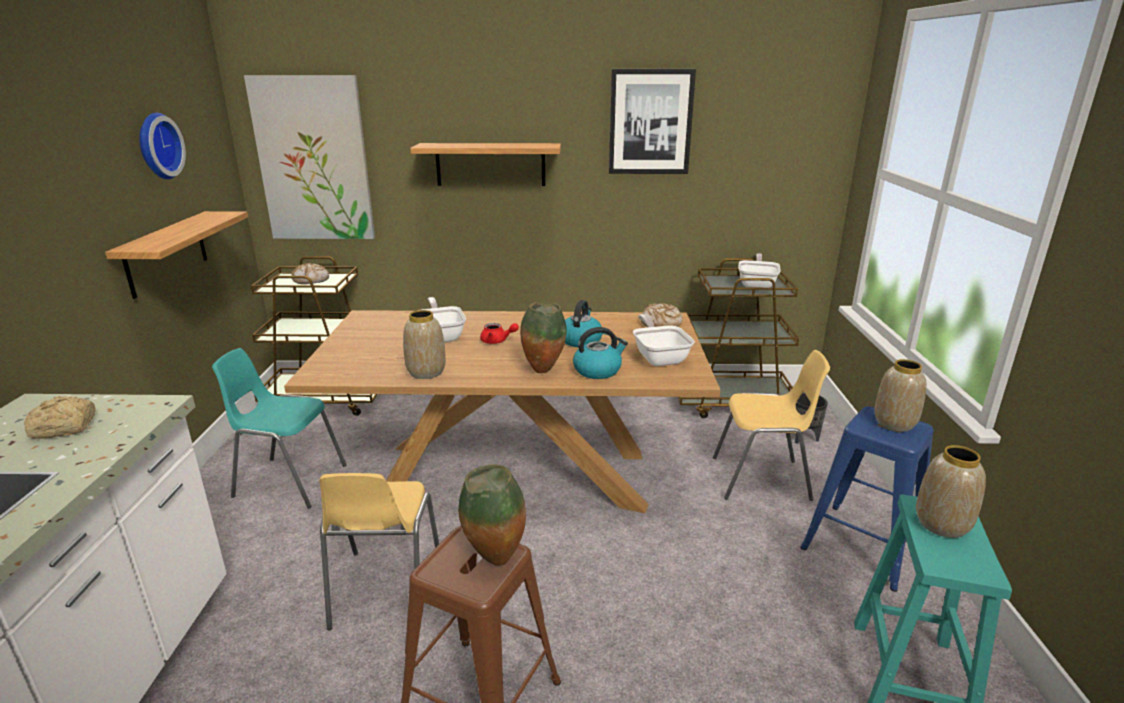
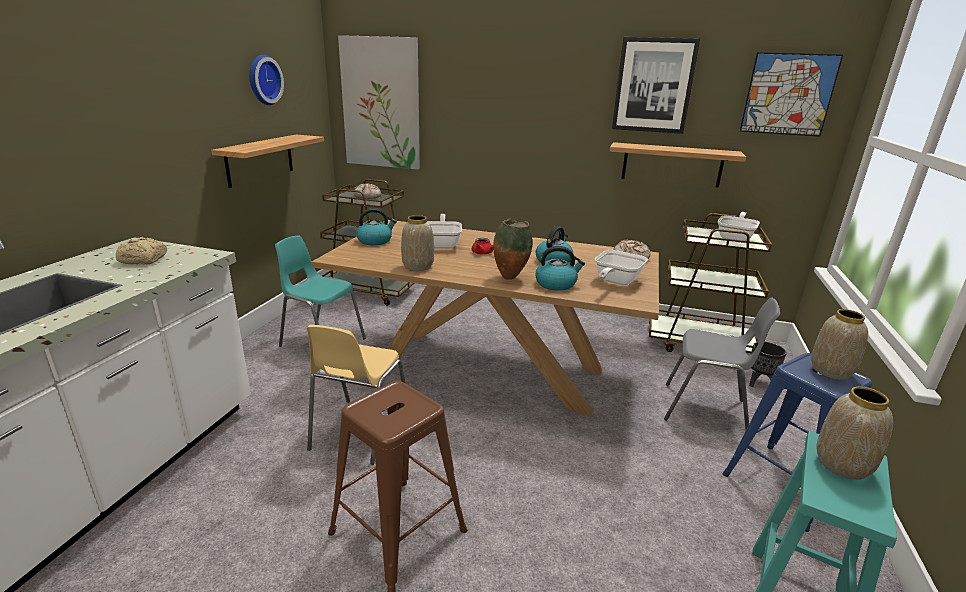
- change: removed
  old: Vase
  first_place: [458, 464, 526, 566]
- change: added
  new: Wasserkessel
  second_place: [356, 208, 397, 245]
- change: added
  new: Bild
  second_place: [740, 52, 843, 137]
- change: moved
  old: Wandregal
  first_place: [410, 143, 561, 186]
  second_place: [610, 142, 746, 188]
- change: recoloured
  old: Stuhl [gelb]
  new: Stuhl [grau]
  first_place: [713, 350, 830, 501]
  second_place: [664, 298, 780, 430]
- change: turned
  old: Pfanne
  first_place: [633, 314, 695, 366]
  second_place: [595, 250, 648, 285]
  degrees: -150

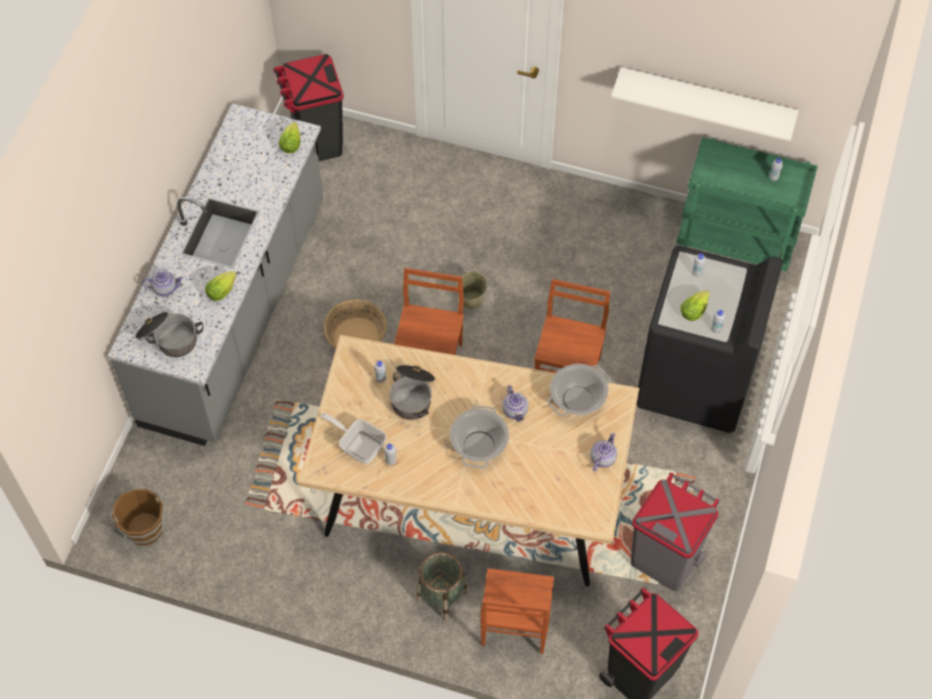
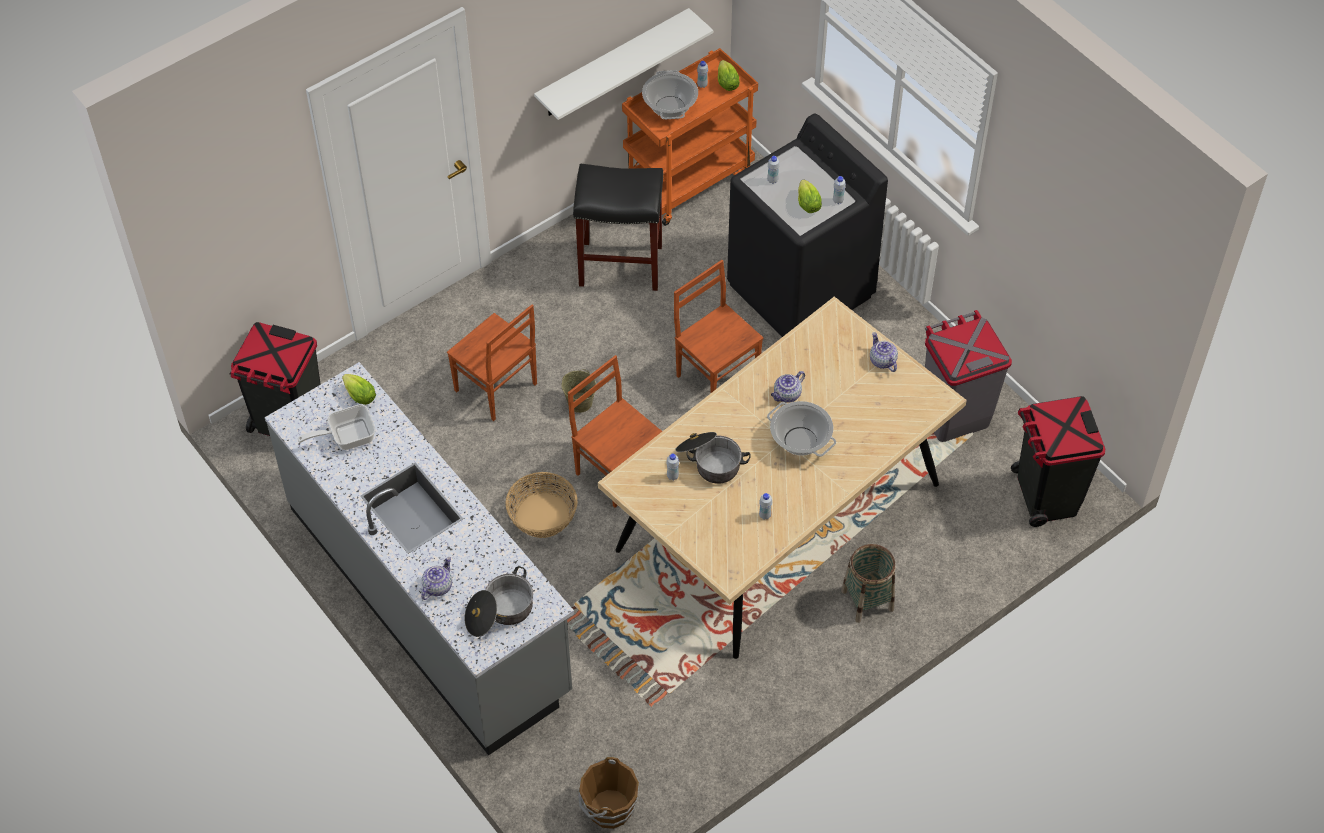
- change: added
  new: Hocker [schwarz]
  second_place: [573, 164, 663, 291]
- change: moved
  old: Salatkopf
  first_place: [205, 271, 237, 301]
  second_place: [718, 60, 740, 91]
- change: moved
  old: Pfanne
  first_place: [321, 413, 387, 464]
  second_place: [298, 404, 376, 450]
- change: moved
  old: Stuhl [braun]
  first_place: [480, 568, 554, 654]
  second_place: [447, 304, 537, 421]
- change: moved
  old: Kochtopf
  first_place: [547, 364, 611, 417]
  second_place: [642, 70, 698, 119]
- change: recoloured
  old: Rollwagen [grün]
  new: Rollwagen [orange]
  first_place: [676, 137, 818, 272]
  second_place: [622, 48, 758, 226]
- change: turned
  old: Teekanne
  first_place: [502, 385, 529, 422]
  second_place: [771, 371, 805, 403]
  degrees: 120

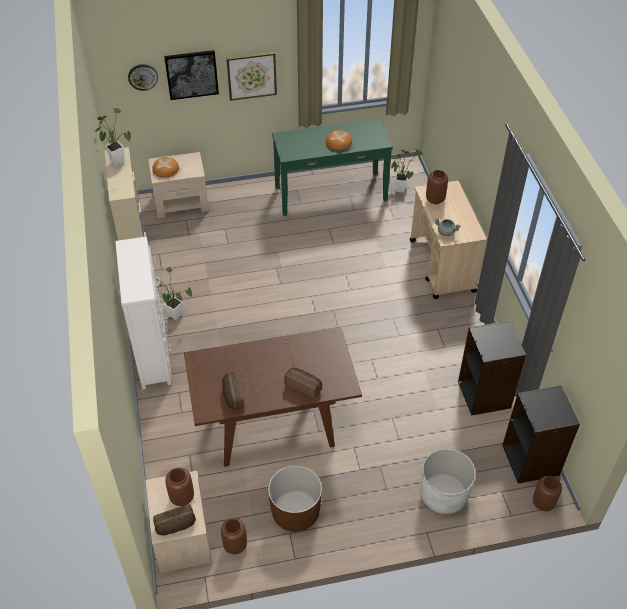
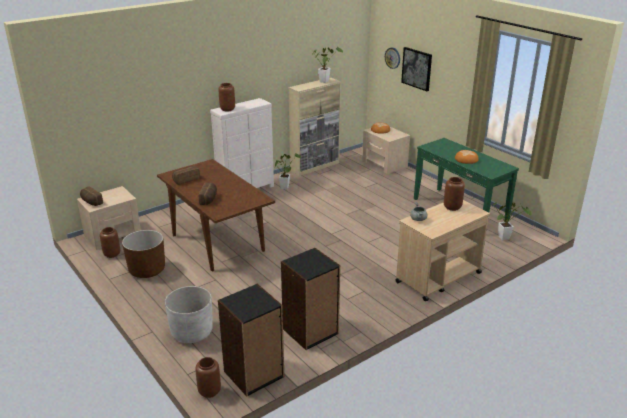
- change: removed
  old: Bild
  first_place: [226, 52, 277, 101]
- change: moved
  old: Vase [braun]
  first_place: [165, 468, 194, 506]
  second_place: [219, 83, 235, 112]

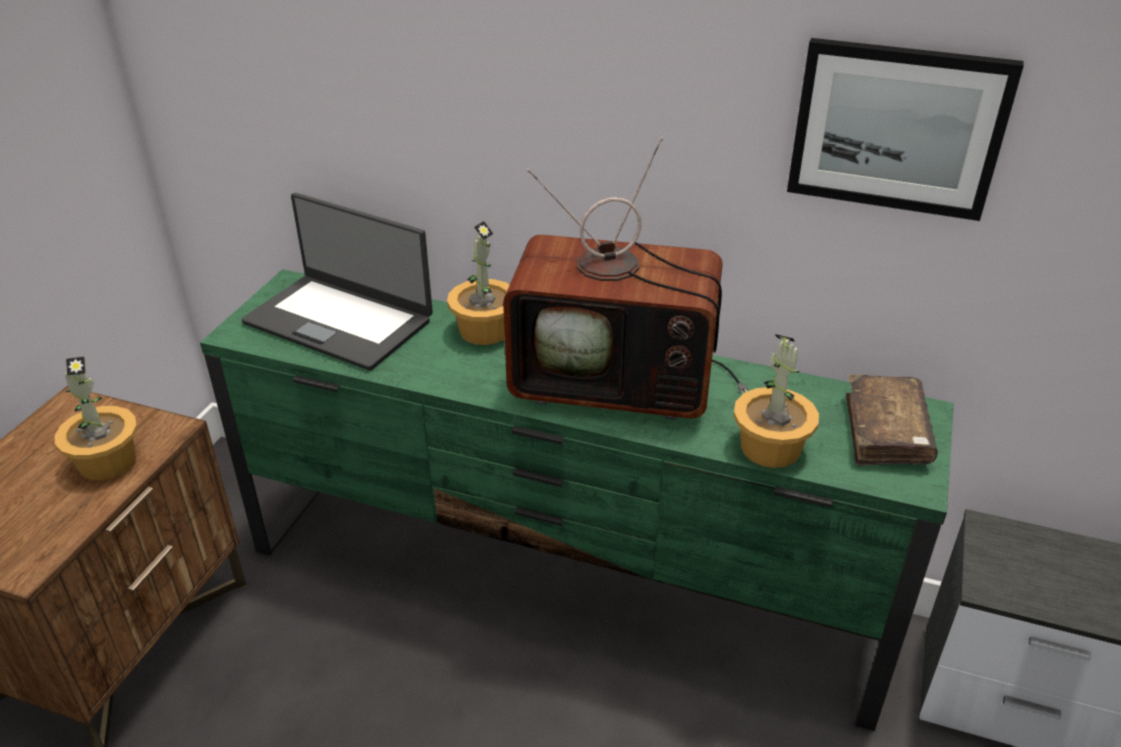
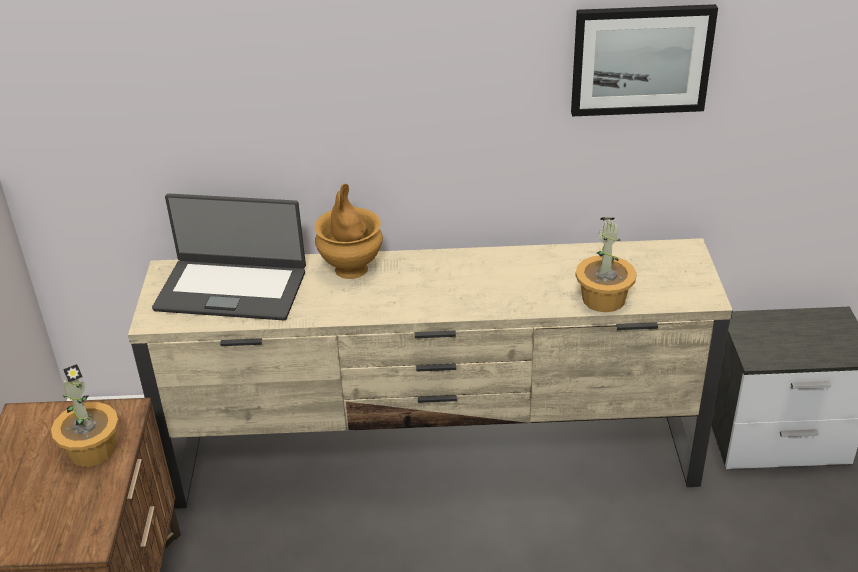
- change: removed
  old: Fernseher
  first_place: [503, 137, 748, 420]
- change: removed
  old: Buch [braun]
  first_place: [846, 374, 938, 466]
- change: replaced
  old: Topfpflanze
  new: Vase [braun]
  first_place: [447, 221, 510, 345]
  second_place: [314, 184, 383, 279]
- change: recoloured
  old: Fernsehschrank [grün]
  new: Fernsehschrank [beige]
  first_place: [200, 269, 954, 731]
  second_place: [128, 238, 733, 509]

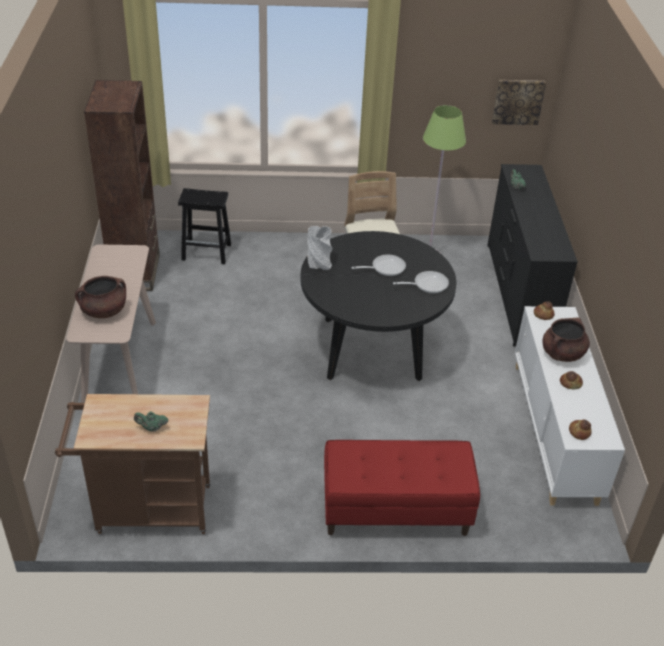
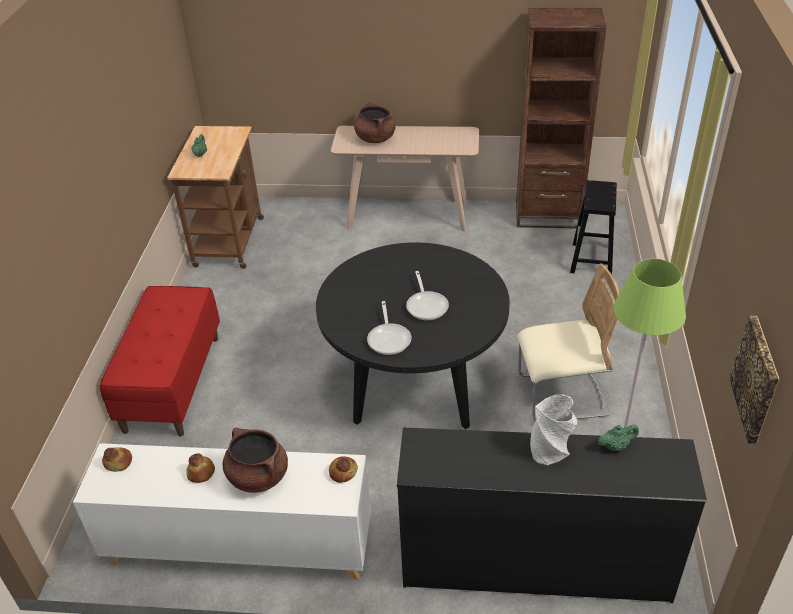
- change: moved
  old: Vase [grau]
  first_place: [307, 226, 333, 270]
  second_place: [530, 395, 578, 465]

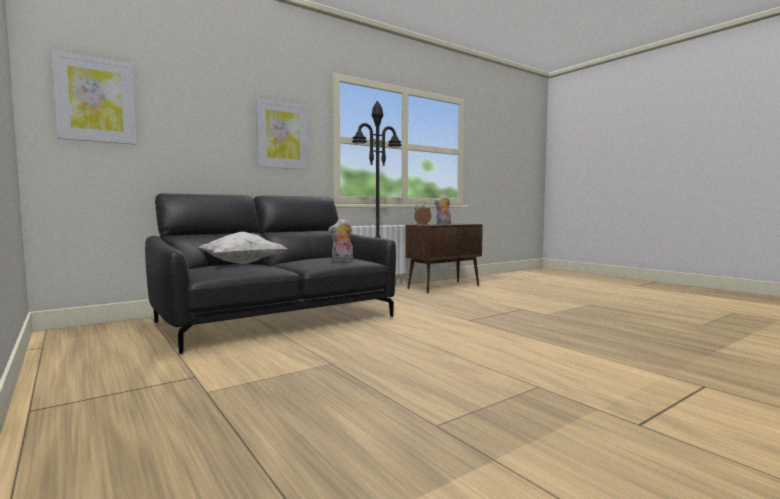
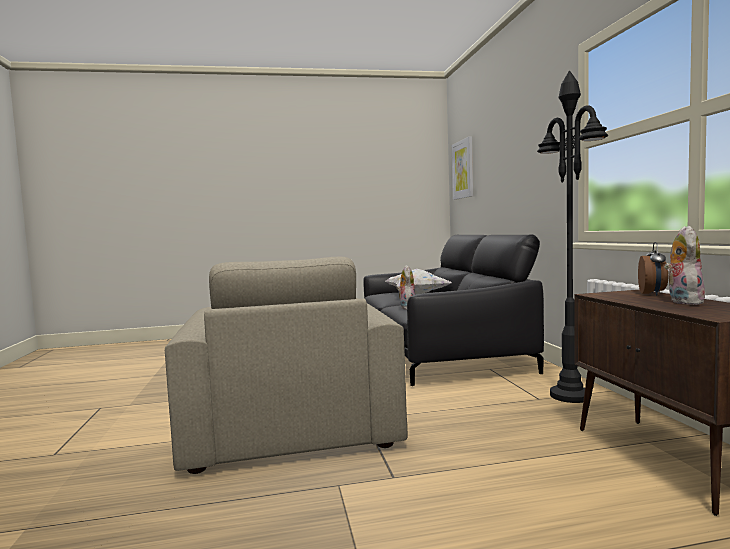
- change: removed
  old: Bild
  first_place: [256, 98, 308, 170]
- change: added
  new: Sessel [beige]
  second_place: [165, 257, 407, 474]

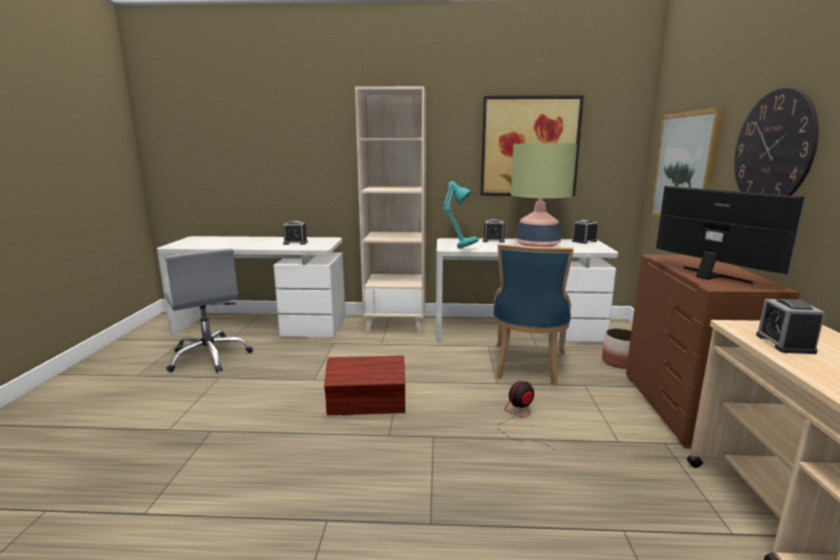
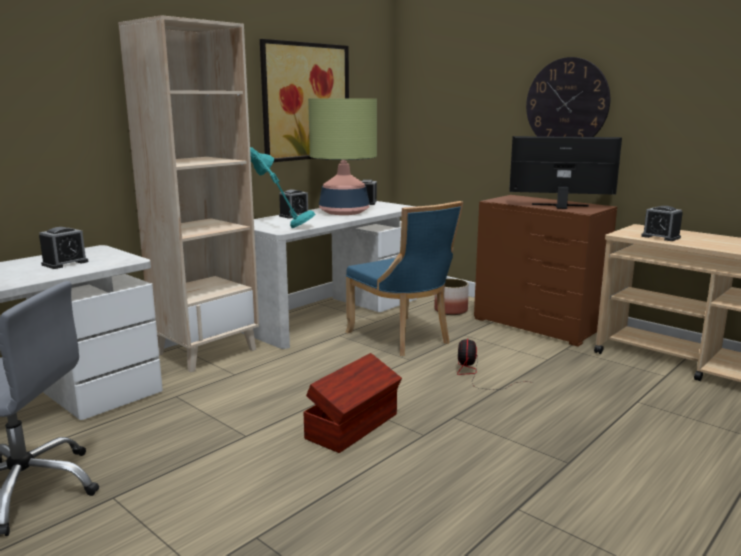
- change: removed
  old: Bild
  first_place: [649, 107, 724, 217]

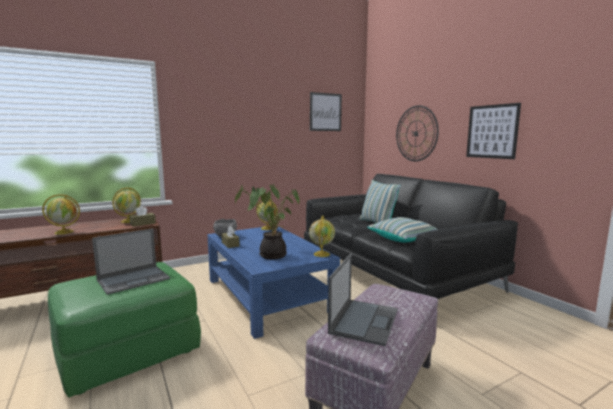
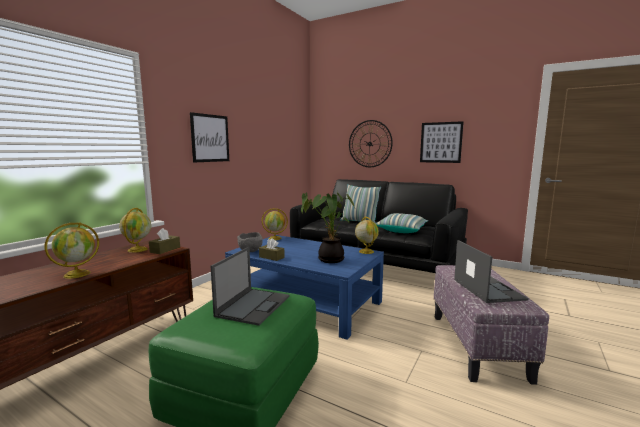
- change: moved
  old: Bild
  first_place: [310, 92, 342, 131]
  second_place: [190, 112, 229, 162]

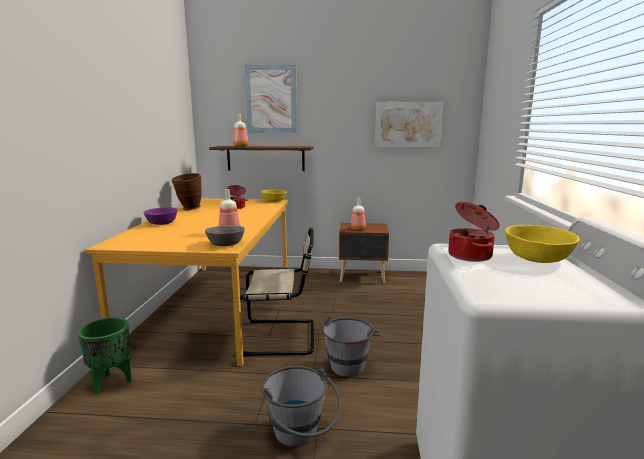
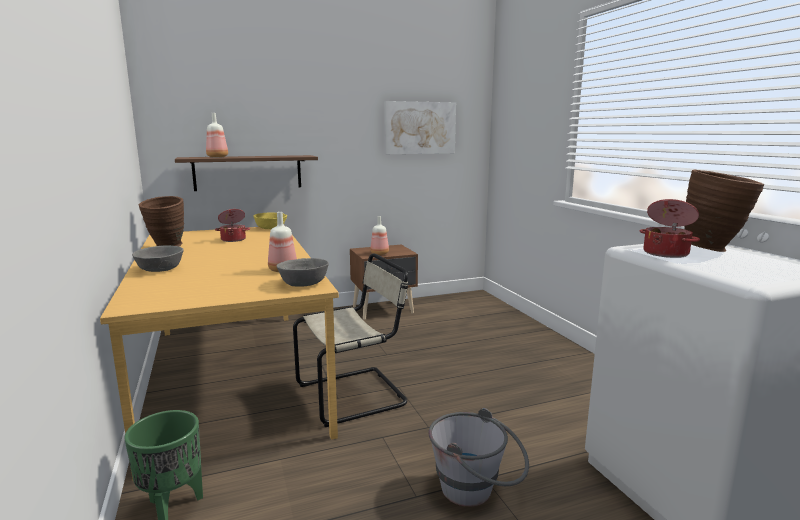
- change: removed
  old: Bild
  first_place: [245, 64, 297, 133]
- change: removed
  old: Eimer [grau]
  first_place: [322, 317, 382, 377]
- change: replaced
  old: Schüssel [gelb]
  new: Vase [braun]
  first_place: [505, 225, 579, 263]
  second_place: [684, 169, 765, 252]
- change: recoloured
  old: Schüssel [lila]
  new: Schüssel [grau]
  first_place: [144, 207, 178, 225]
  second_place: [132, 245, 183, 272]

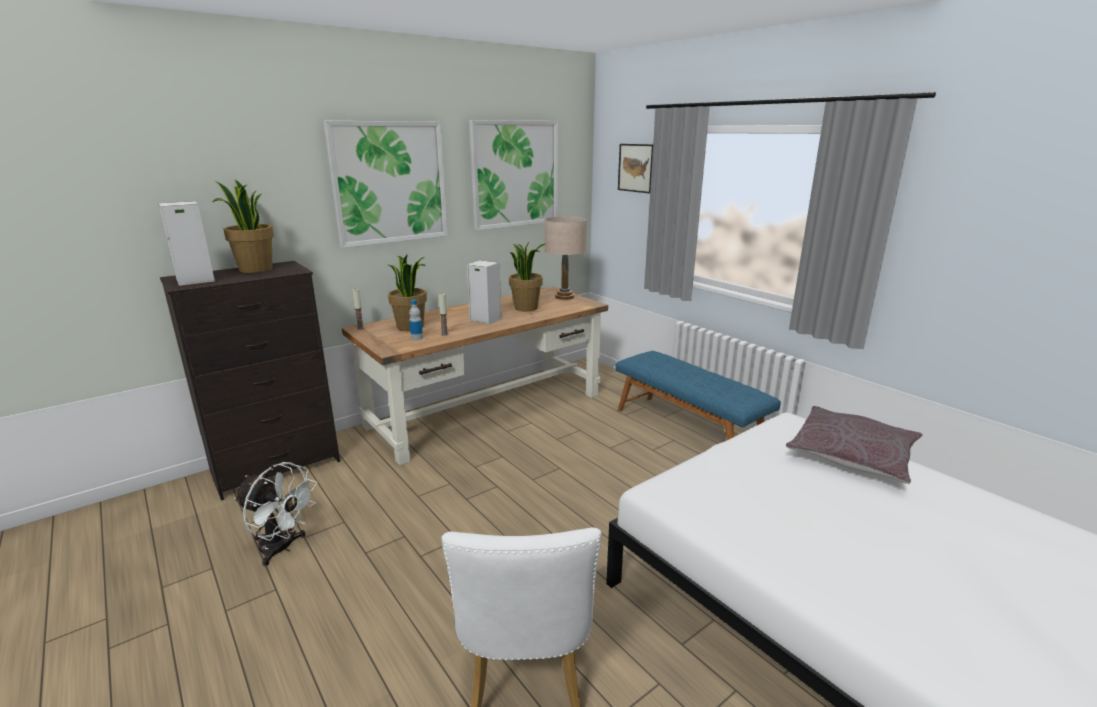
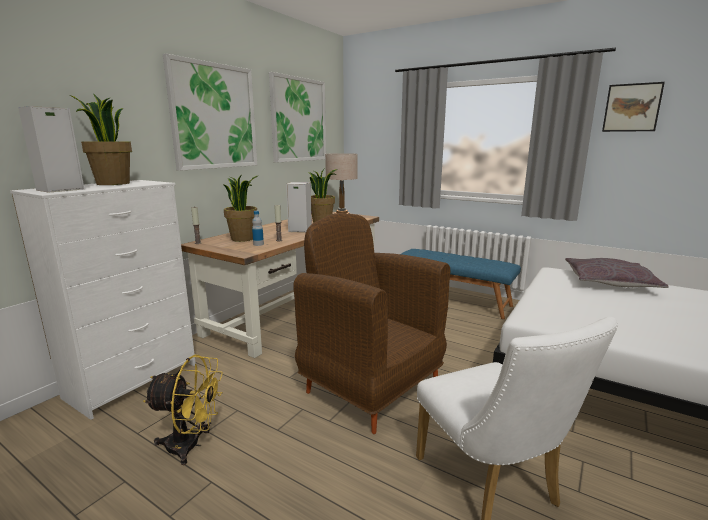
- change: added
  new: Sessel [braun]
  second_place: [293, 213, 451, 434]
- change: moved
  old: Bild
  first_place: [618, 144, 653, 194]
  second_place: [602, 82, 665, 132]
- change: recoloured
  old: Kommode [schwarz]
  new: Kommode [weiß]
  first_place: [160, 261, 340, 501]
  second_place: [10, 180, 196, 420]
- change: recoloured
  old: Ventilator [weiß]
  new: Ventilator [gelb]
  first_place: [234, 462, 317, 566]
  second_place: [143, 355, 223, 465]

